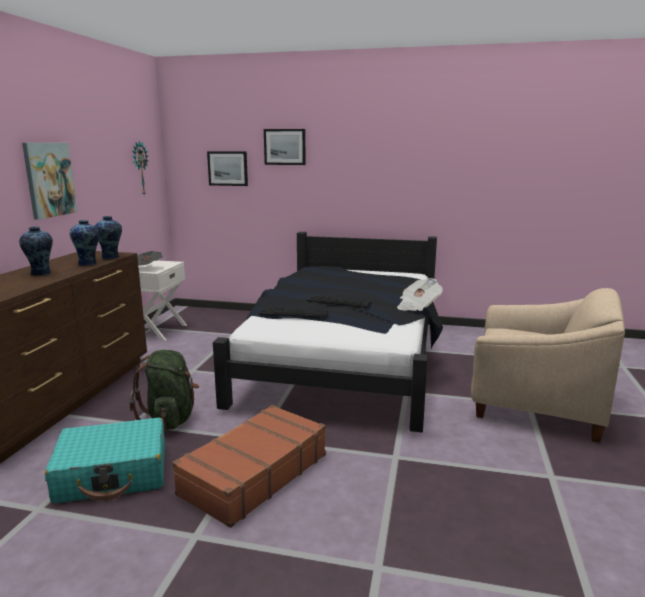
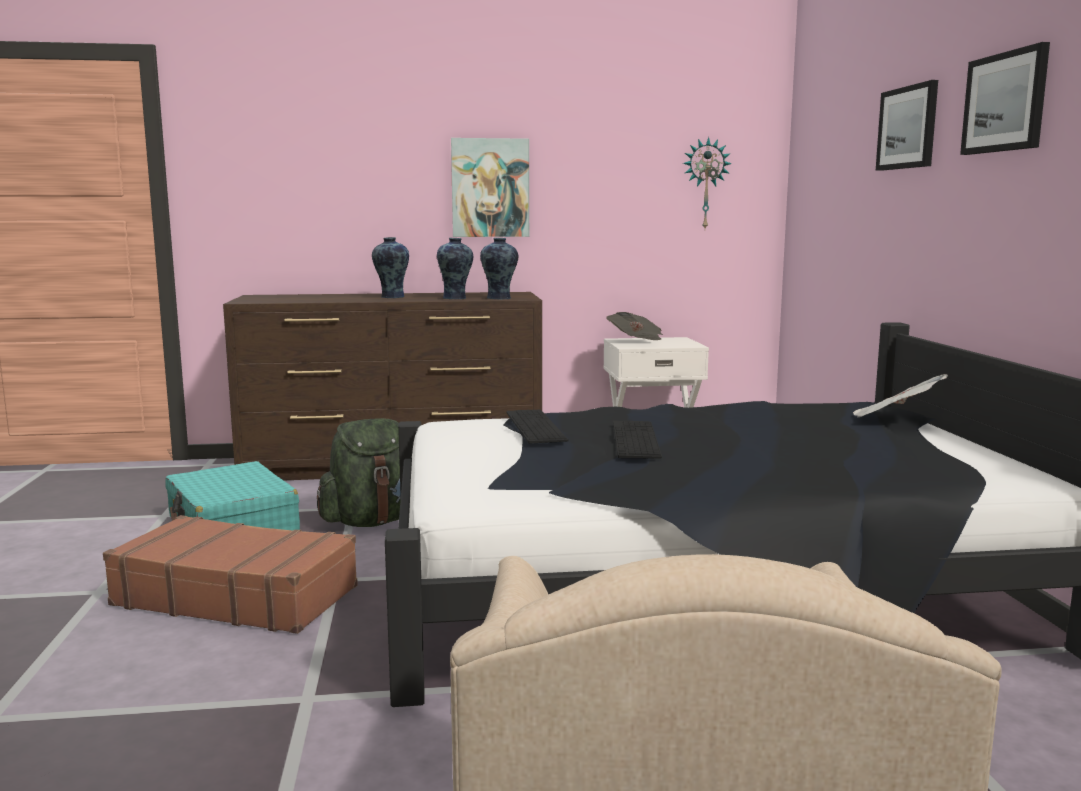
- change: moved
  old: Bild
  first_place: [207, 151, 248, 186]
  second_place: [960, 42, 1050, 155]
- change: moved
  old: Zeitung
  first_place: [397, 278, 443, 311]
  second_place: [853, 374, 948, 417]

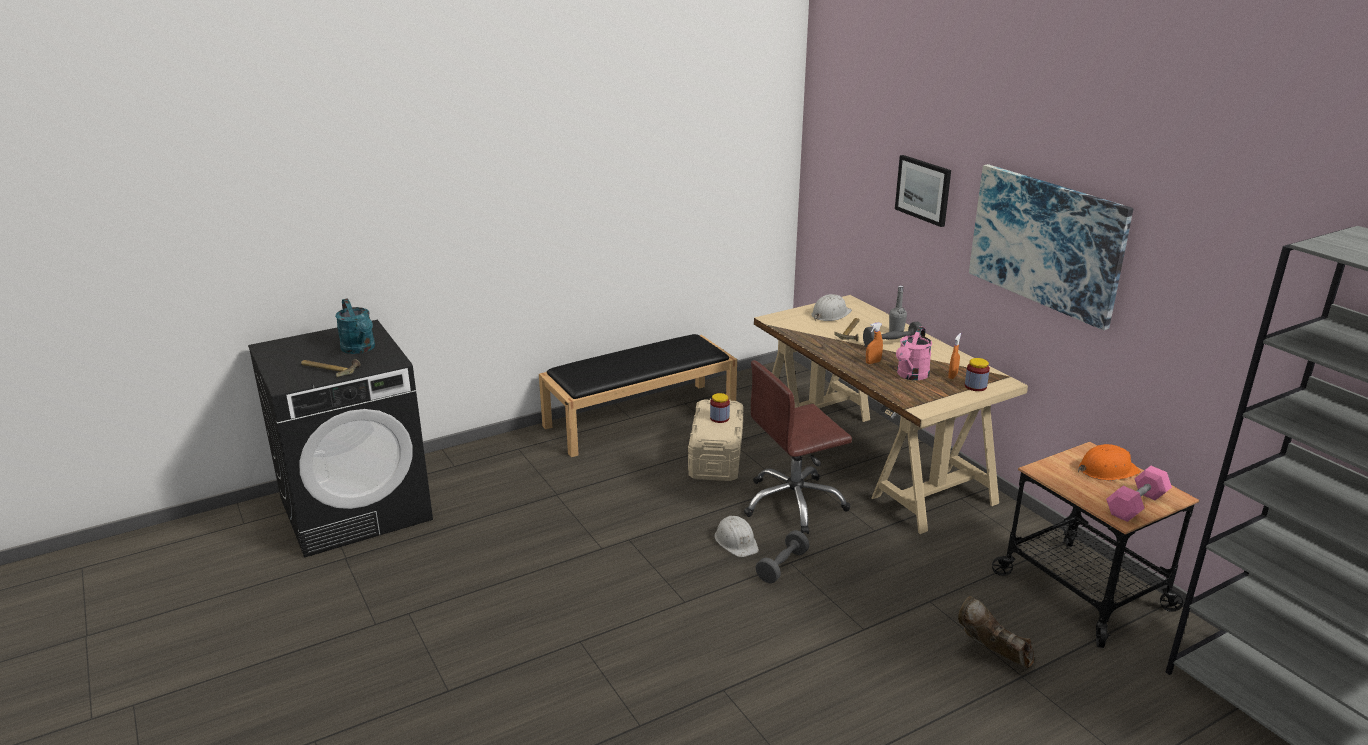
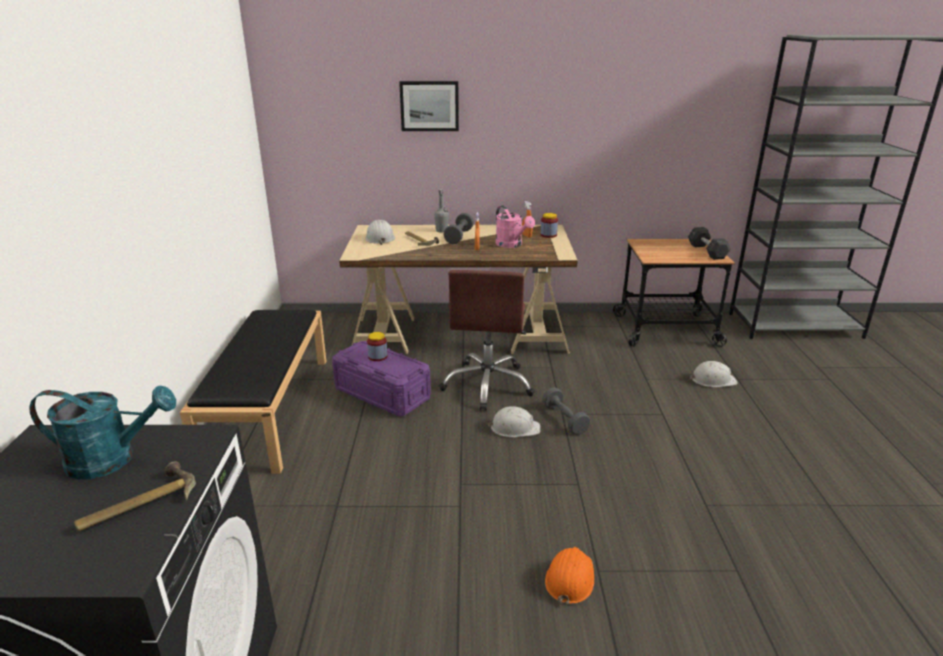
- change: removed
  old: Bild
  first_place: [969, 164, 1133, 330]
- change: moved
  old: Schutzhelm [orange]
  first_place: [1078, 444, 1141, 481]
  second_place: [545, 547, 594, 606]
- change: replaced
  old: Stiefel [braun]
  new: Schutzhelm [weiß]
  first_place: [958, 596, 1034, 668]
  second_place: [690, 361, 738, 387]
- change: recoloured
  old: Aufbewahrungsbox [beige]
  new: Aufbewahrungsbox [lila]
  first_place: [688, 399, 744, 481]
  second_place: [332, 341, 431, 416]
- change: recoloured
  old: Hantel [rosa]
  new: Hantel [grau]
  first_place: [1106, 466, 1172, 522]
  second_place: [688, 227, 731, 260]

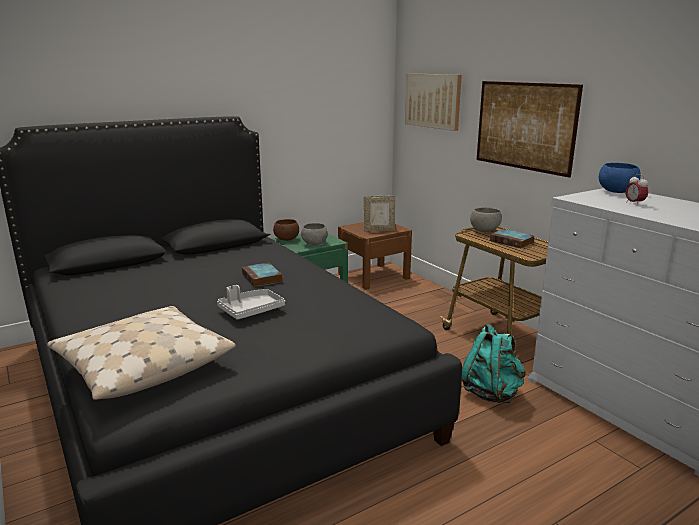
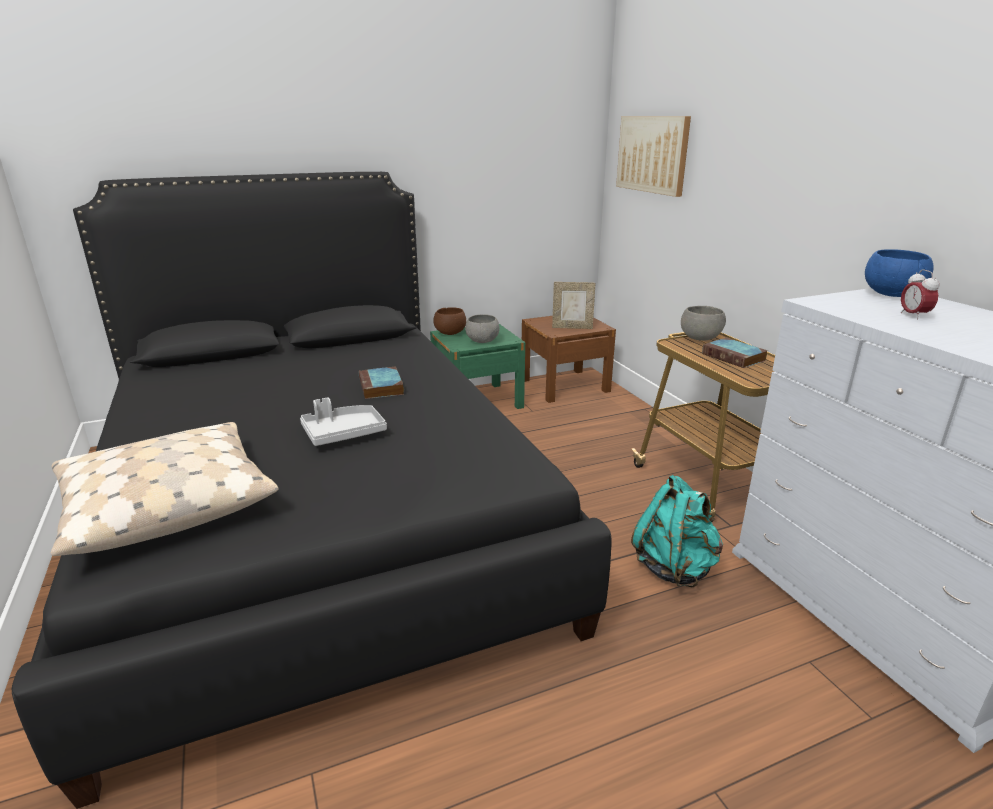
- change: removed
  old: Bild
  first_place: [477, 81, 583, 178]

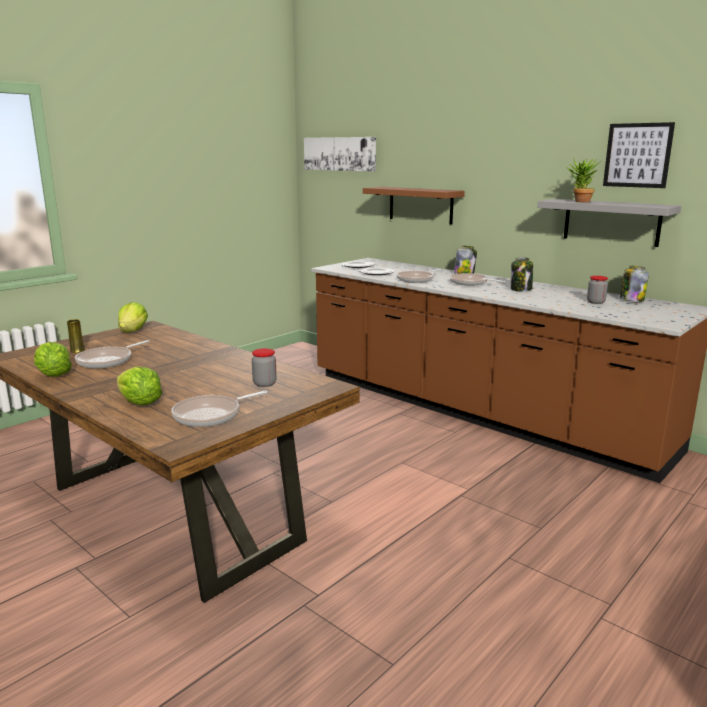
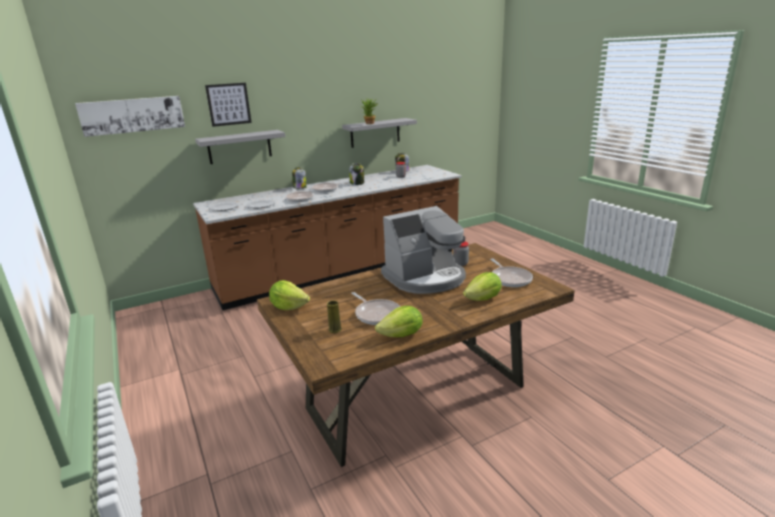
- change: added
  new: Kaffeemaschine
  second_place: [381, 206, 466, 294]
- change: moved
  old: Bild
  first_place: [603, 122, 675, 188]
  second_place: [205, 83, 252, 127]
- change: recoloured
  old: Wandregal [braun]
  new: Wandregal [grau]
  first_place: [363, 187, 465, 225]
  second_place: [195, 130, 285, 164]

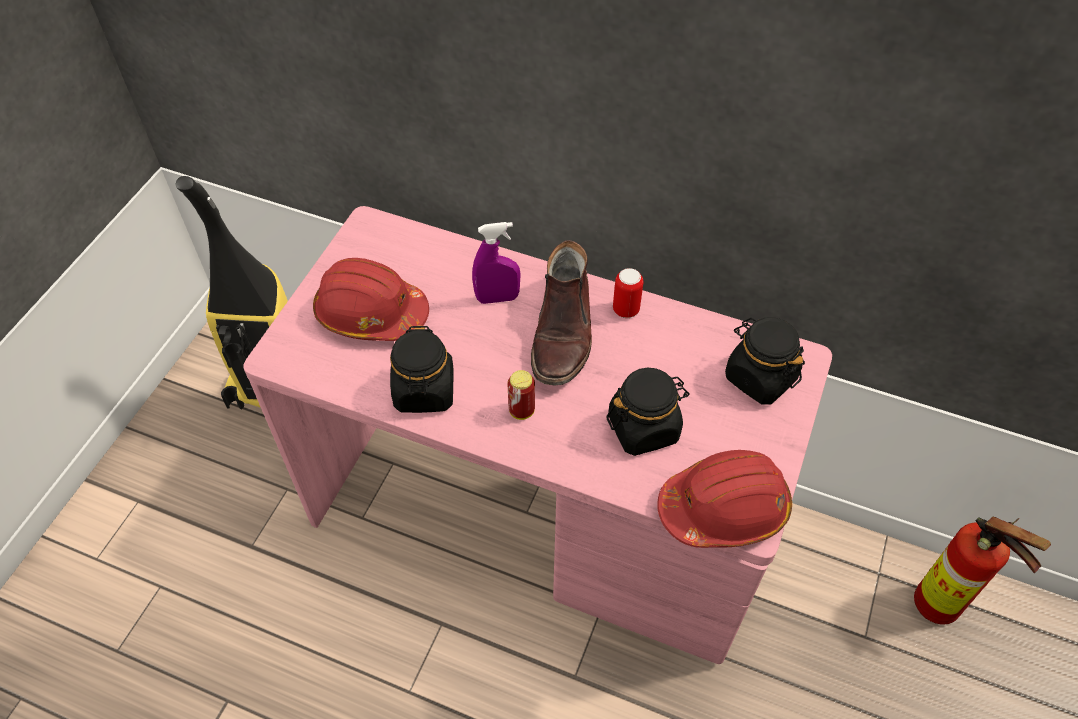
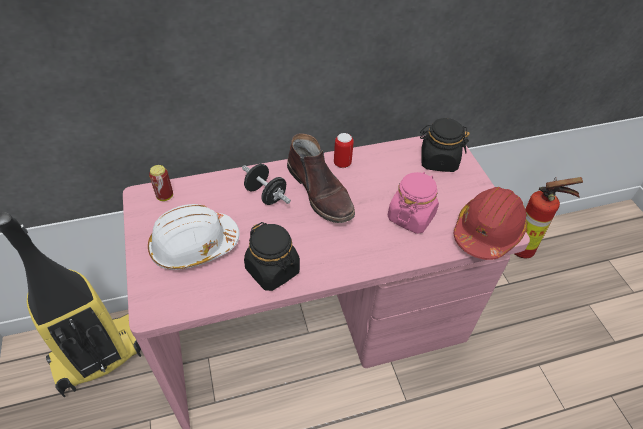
- change: moved
  old: Dose
  first_place: [507, 370, 535, 420]
  second_place: [149, 165, 173, 201]
- change: replaced
  old: Sprühflasche [lila]
  new: Hantel [schwarz]
  first_place: [472, 222, 521, 304]
  second_place: [242, 164, 291, 205]
- change: recoloured
  old: Schutzhelm [rot]
  new: Schutzhelm [weiß]
  first_place: [313, 258, 429, 341]
  second_place: [148, 204, 240, 270]
- change: recoloured
  old: Vorratsglas [schwarz]
  new: Vorratsglas [rosa]
  first_place: [606, 368, 689, 456]
  second_place: [388, 172, 439, 234]

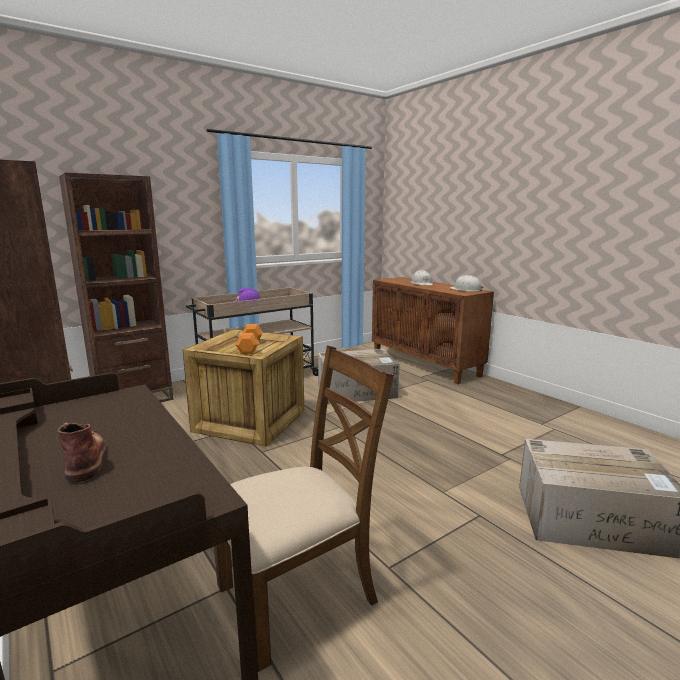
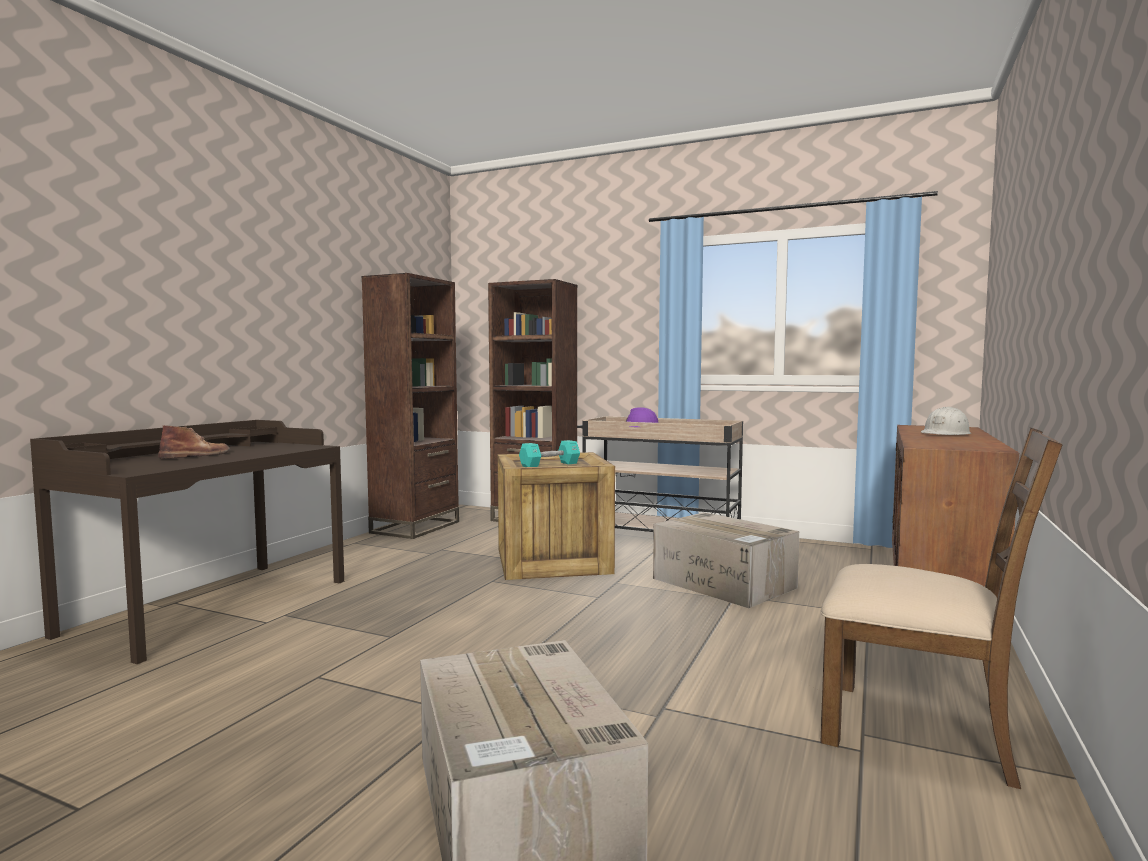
- change: removed
  old: Schutzhelm [weiß]
  first_place: [450, 275, 484, 291]
- change: moved
  old: Stuhl [braun]
  first_place: [214, 345, 394, 672]
  second_place: [820, 427, 1063, 789]
- change: recoloured
  old: Hantel [orange]
  new: Hantel [türkis]
  first_place: [235, 324, 263, 354]
  second_place: [519, 440, 580, 467]

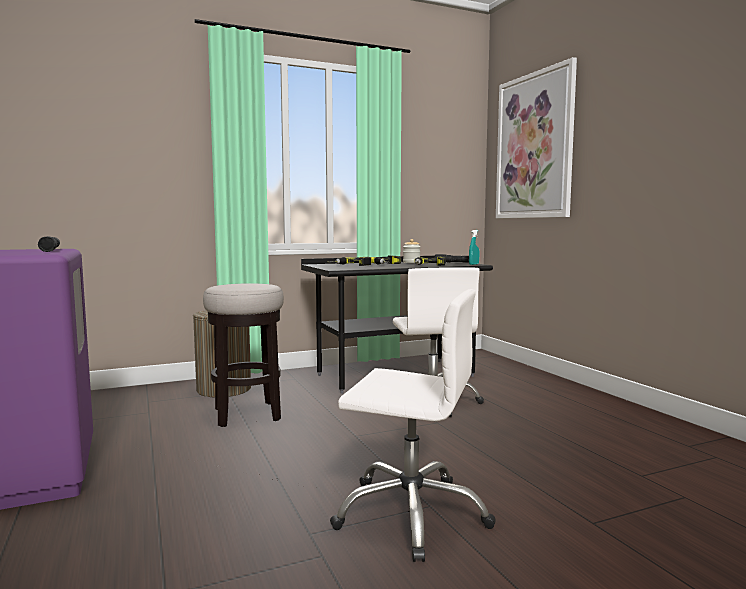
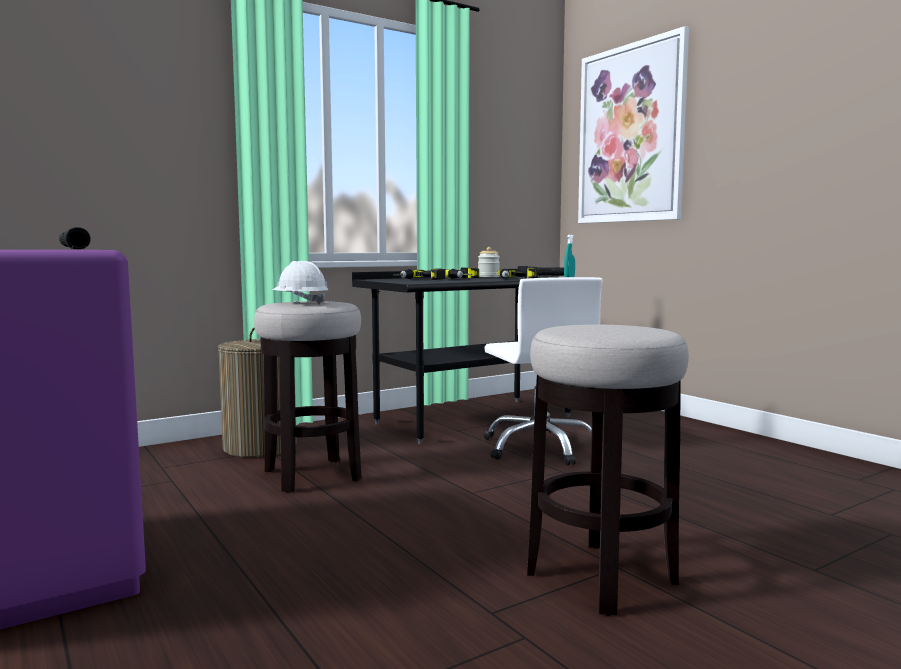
- change: added
  new: Schutzhelm [weiß]
  second_place: [272, 261, 328, 305]
- change: replaced
  old: Bürostuhl [weiß]
  new: Hocker
  first_place: [330, 289, 496, 562]
  second_place: [527, 325, 689, 616]

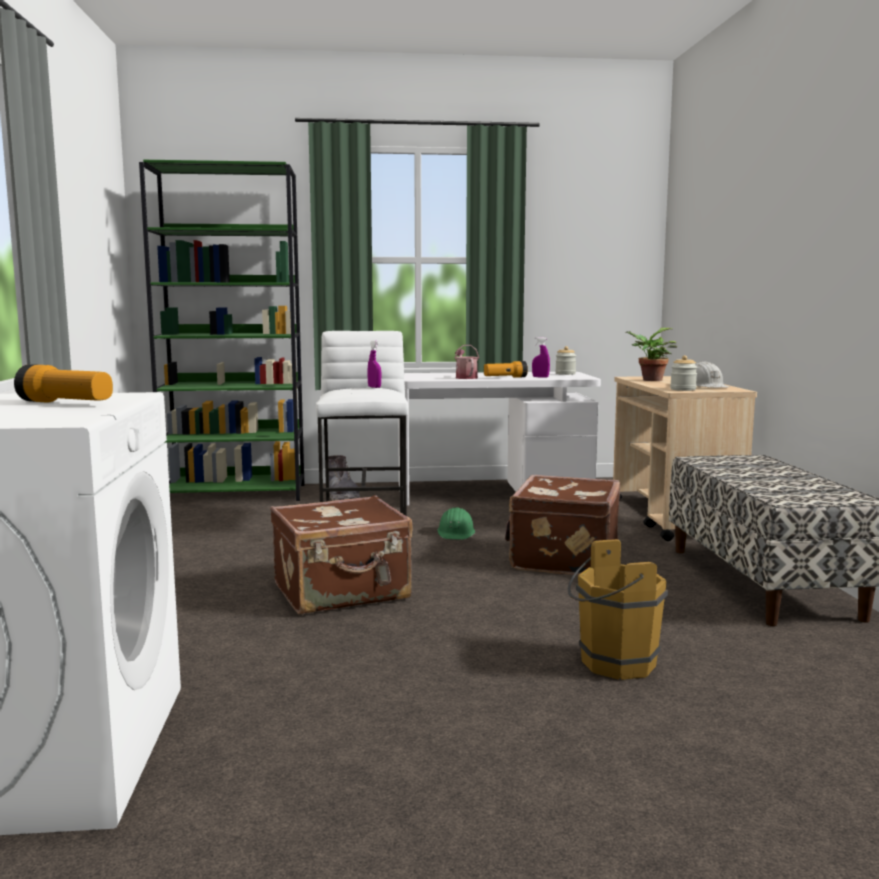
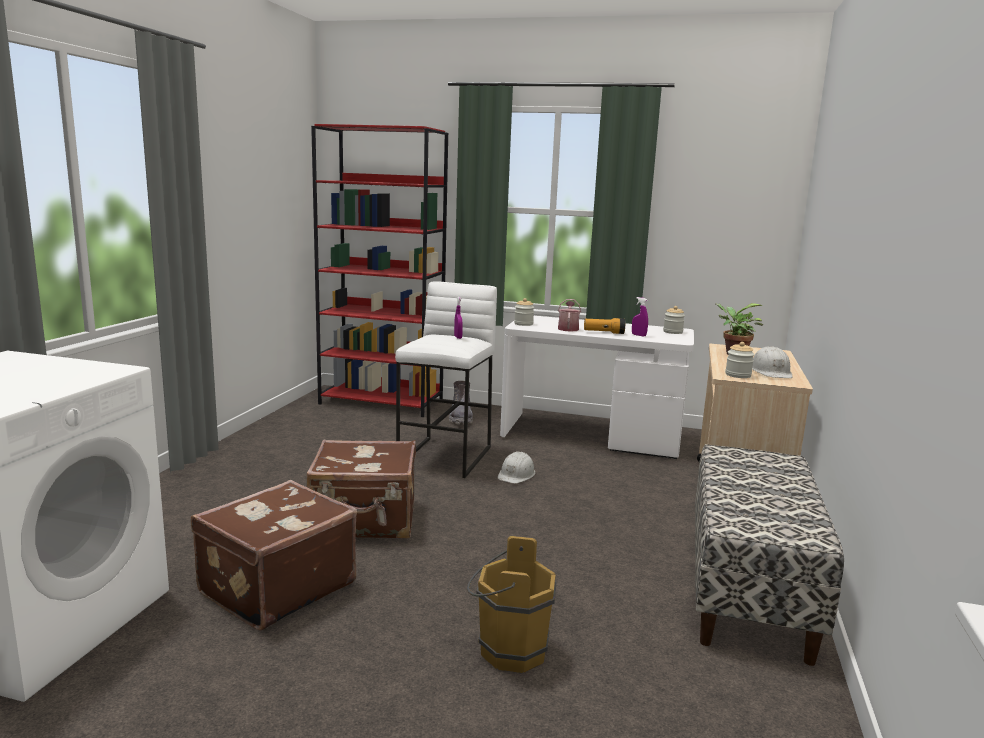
- change: removed
  old: Taschenlampe
  first_place: [14, 364, 113, 402]
- change: added
  new: Vorratsglas
  second_place: [514, 298, 534, 326]
- change: moved
  old: Koffer [braun]
  first_place: [505, 475, 620, 575]
  second_place: [191, 480, 357, 631]
- change: recoloured
  old: Bücherregal [grün]
  new: Bücherregal [rot]
  first_place: [139, 160, 304, 501]
  second_place: [311, 124, 448, 417]
- change: recoloured
  old: Schutzhelm [grün]
  new: Schutzhelm [weiß]
  first_place: [437, 507, 475, 540]
  second_place: [498, 452, 535, 484]

